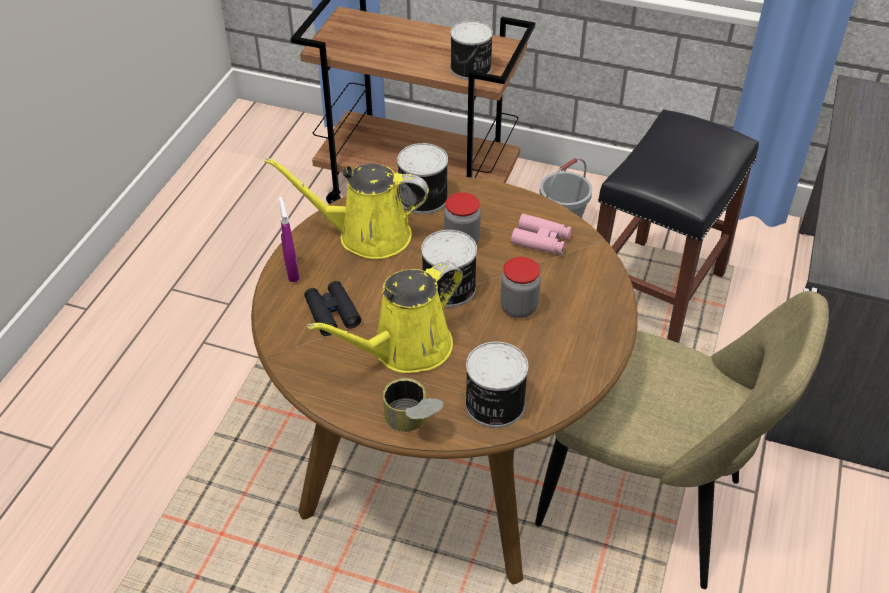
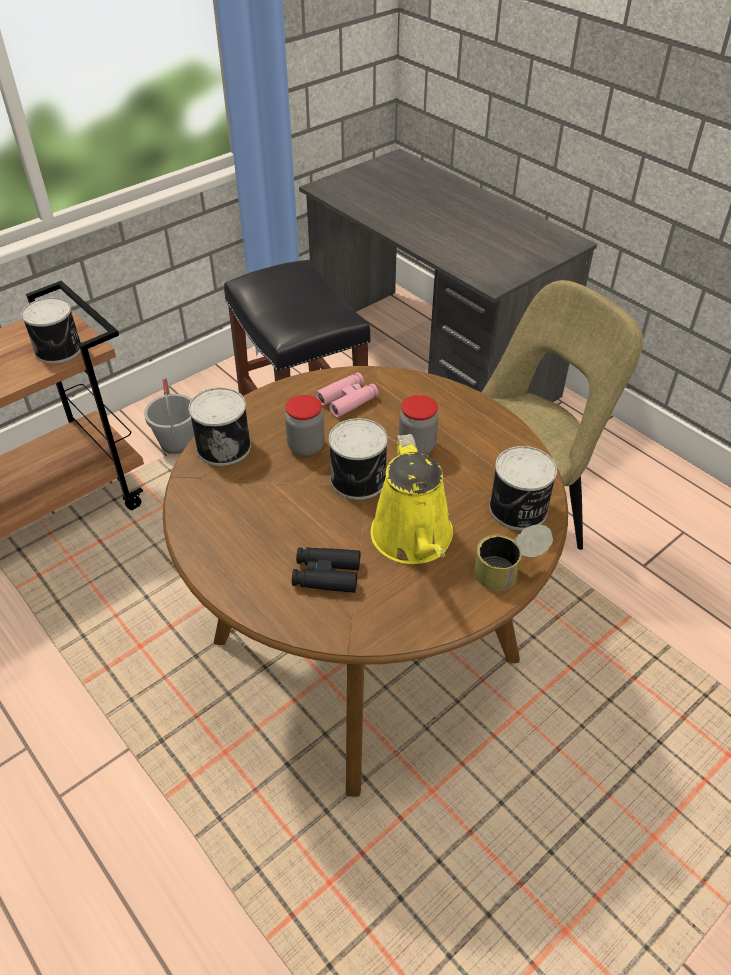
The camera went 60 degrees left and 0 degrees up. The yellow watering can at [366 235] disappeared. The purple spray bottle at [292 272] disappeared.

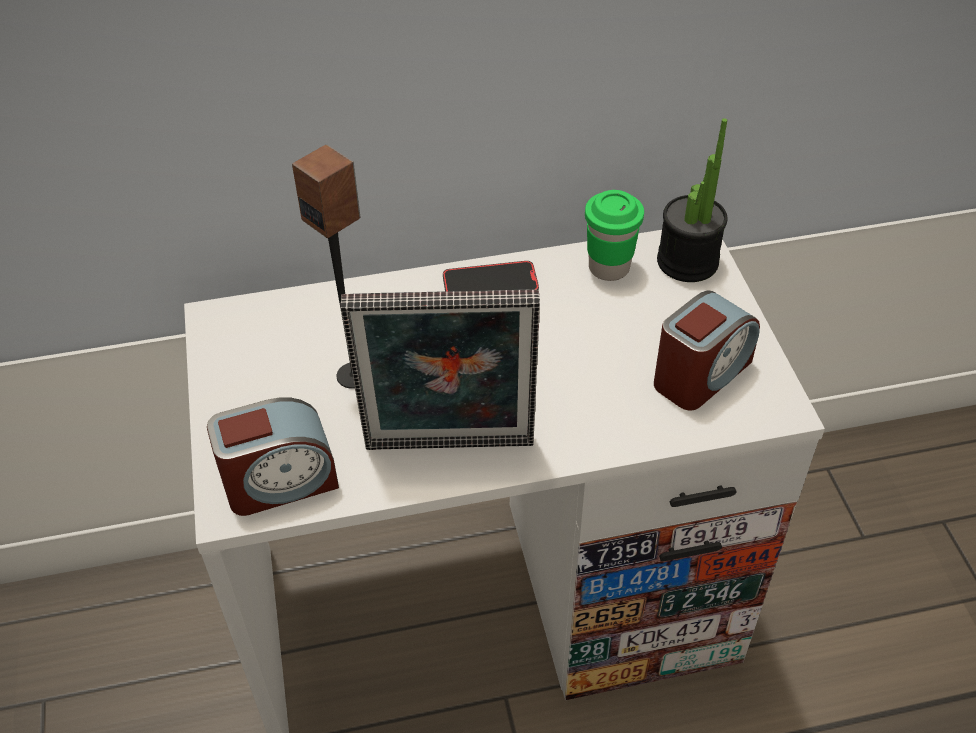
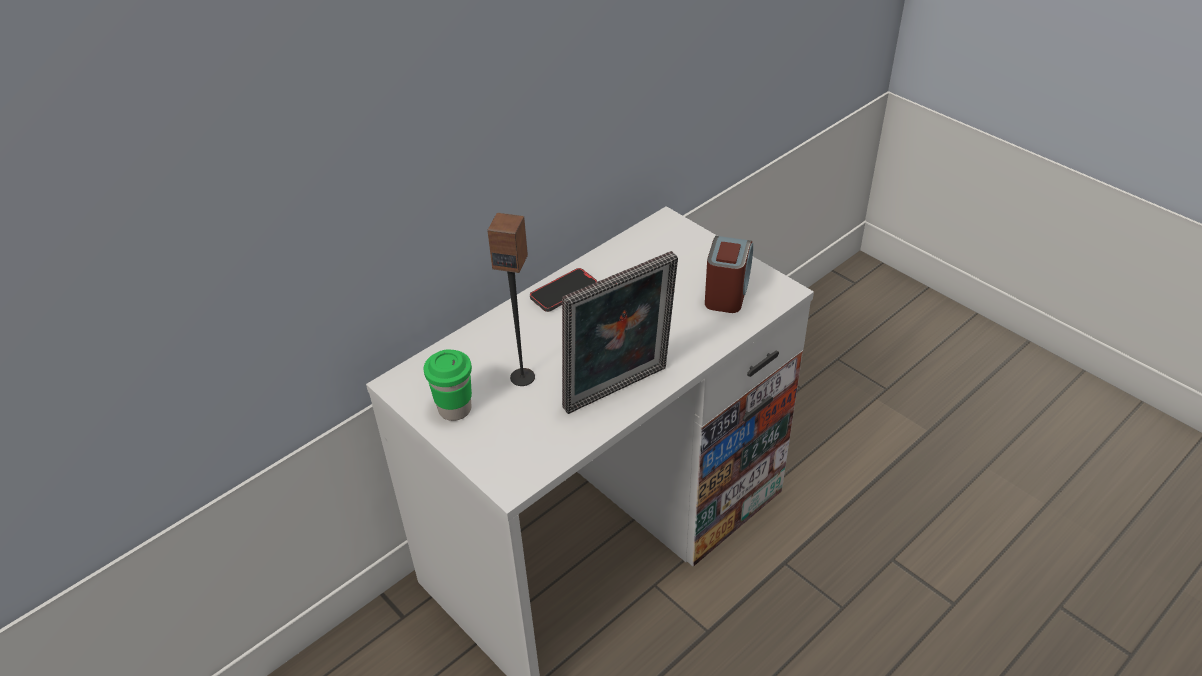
The camera went 30 degrees left and 5 degrees down. The alarm clock at [280 482] disappeared. The green cup moved from [609 268] to [455 409]. The potted plant at [687 262] disappeared.

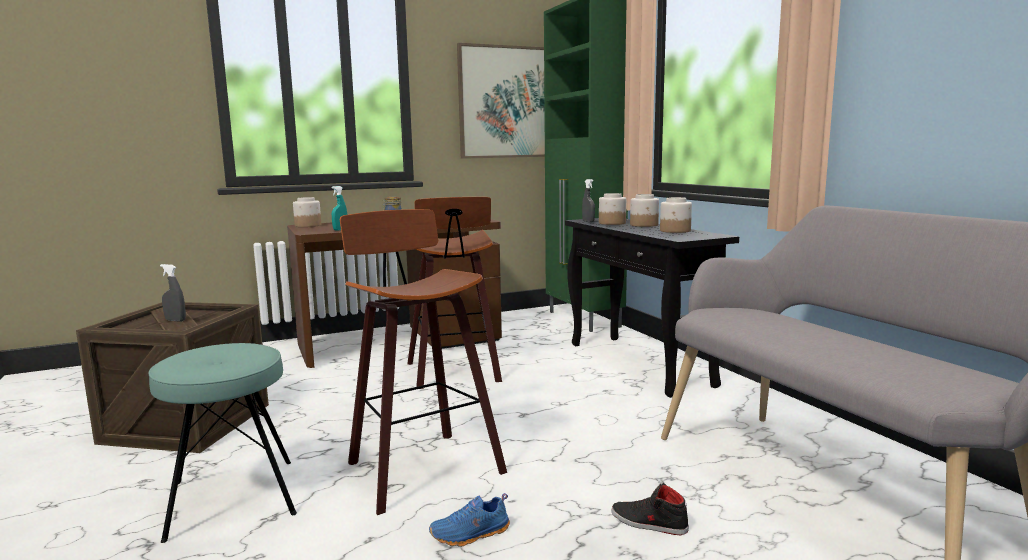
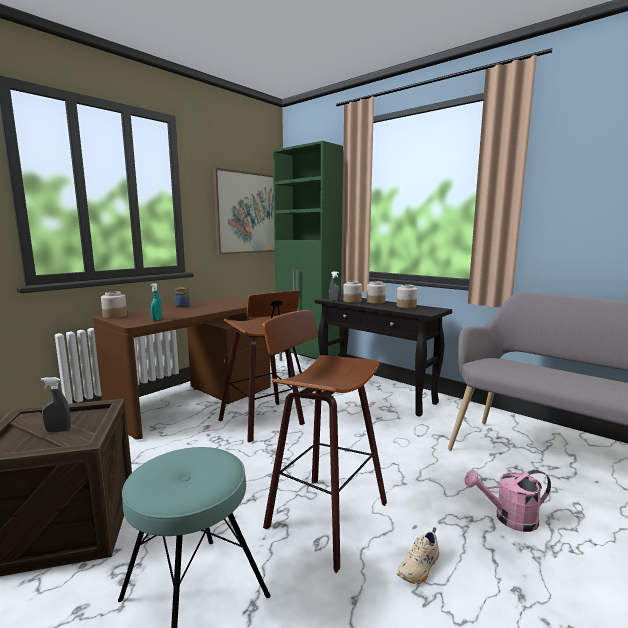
The camera went 25 degrees left and 0 degrees up. The blue shoe at [470 535] became the beige shoe at [420 567]. The black shoe at [648 523] was replaced by the pink watering can at [508 518].

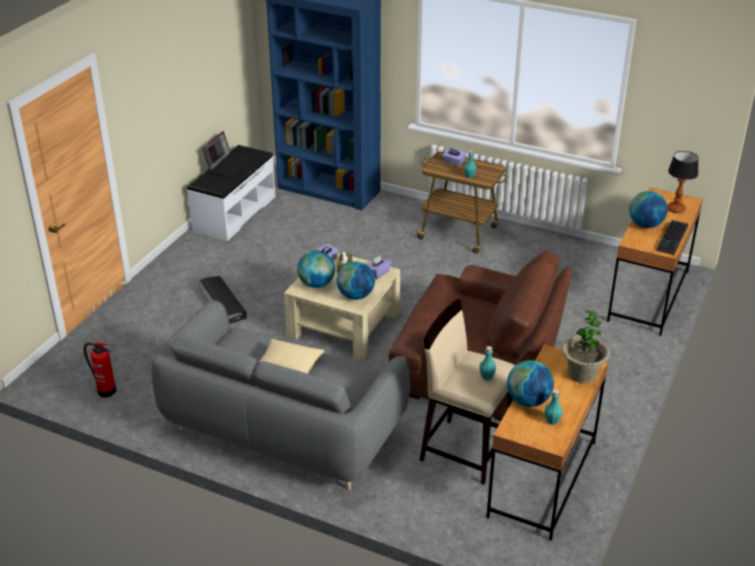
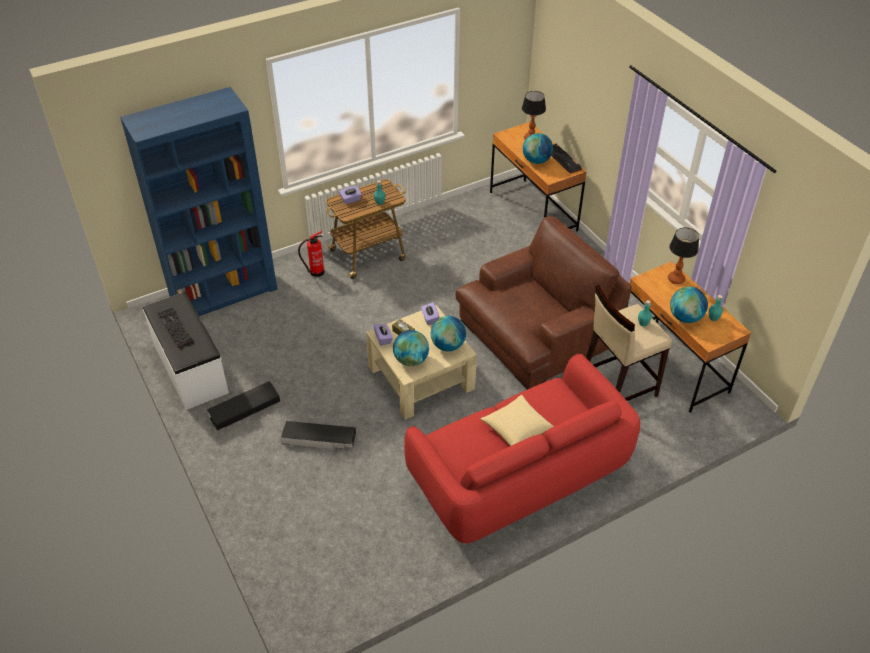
The camera went 55 degrees left and 10 degrees up. The fire extinguisher moved from [105 390] to [315 272]. The grey sofa at [283 430] became the red sofa at [518 477]. The laptop at [229 165] was replaced by the keyboard at [173 328]. The potted plant at [582 374] was replaced by the table lamp at [676 279]. The black storage box at [244 408] appeared.

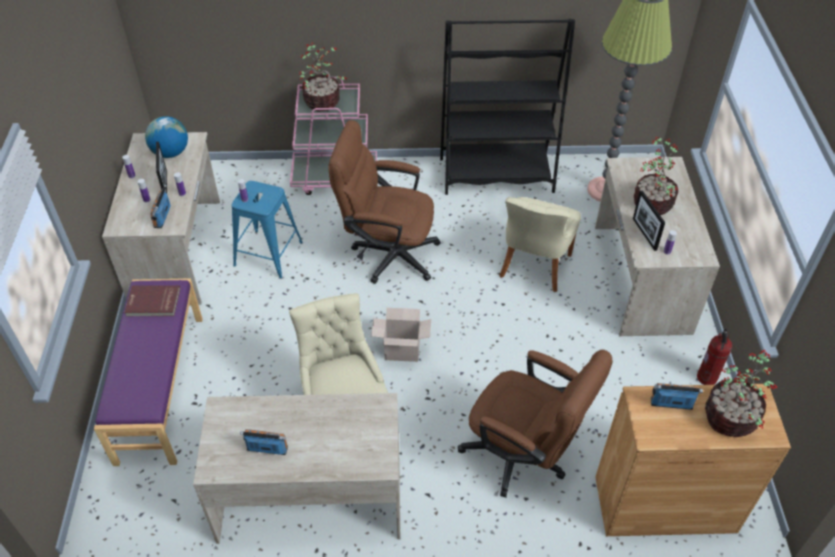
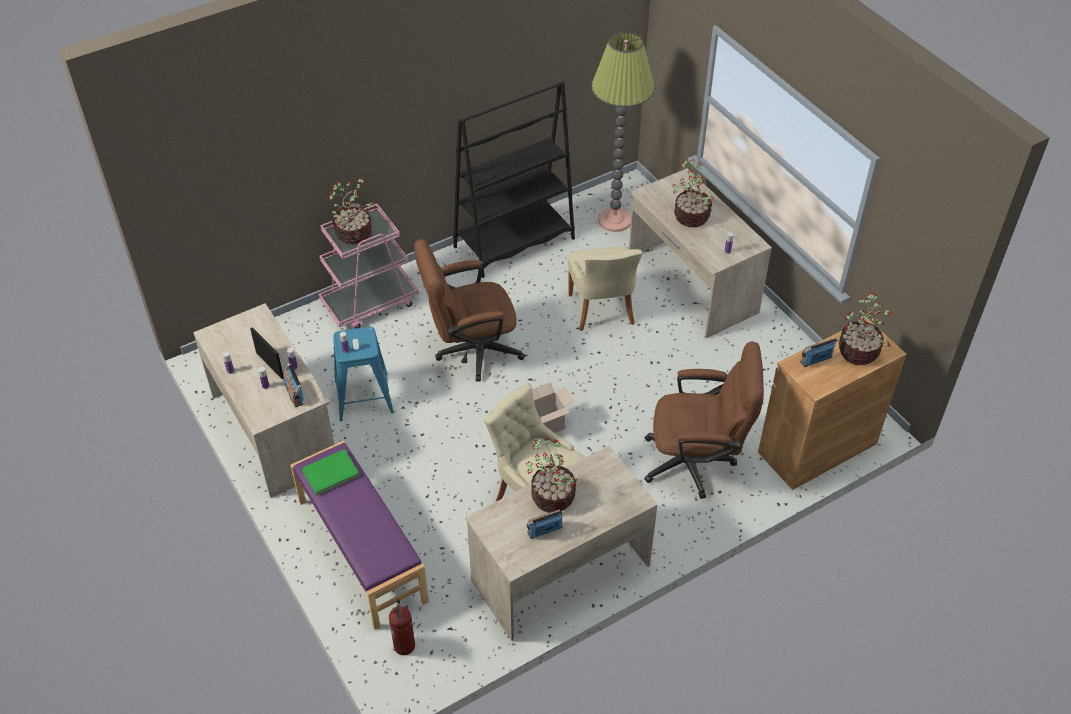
The camera went 30 degrees left and 0 degrees up. The red book at [153 303] became the green book at [331 474]. The globe at [170 153] disappeared. The picture frame at [644 234] disappeared. The fire extinguisher moved from [707 378] to [405 646]. The potted plant at [551 495] appeared.

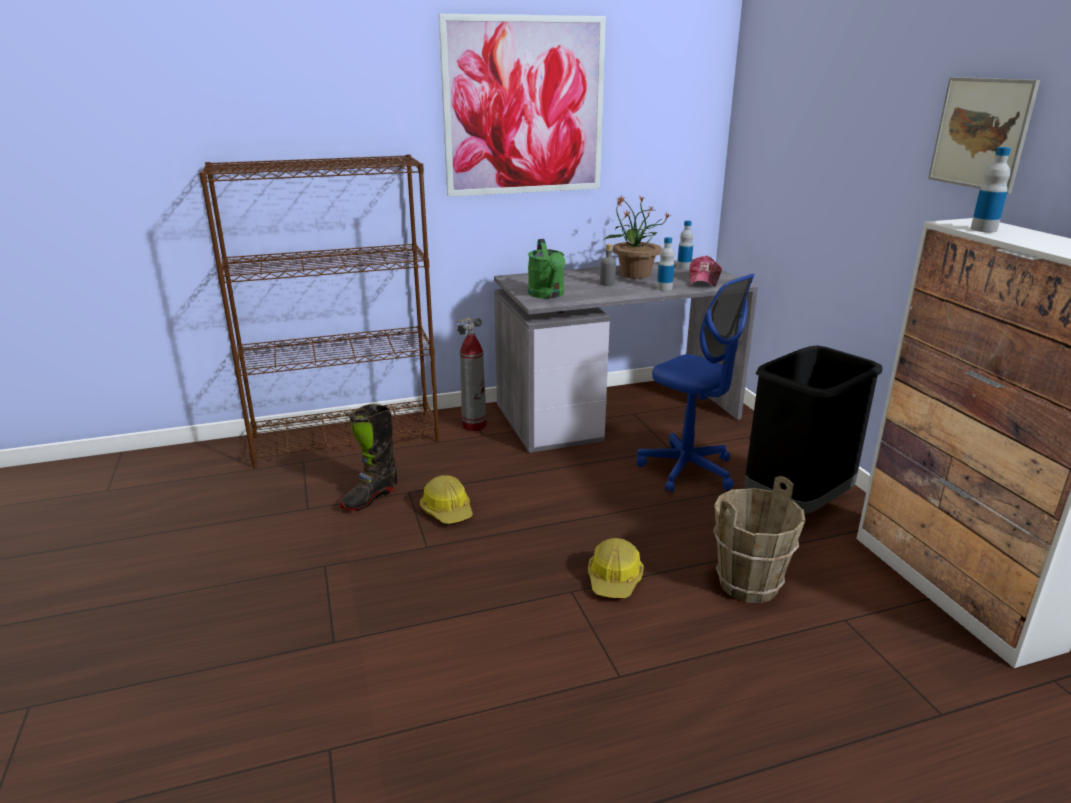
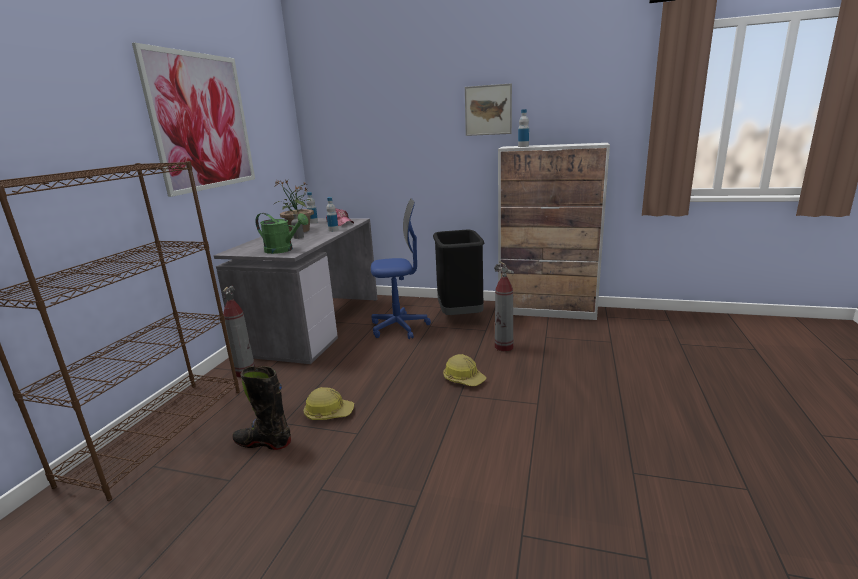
The camera went 55 degrees left and 5 degrees down. The black boot at [370 497] turned 120 degrees clockwise. The brown bucket at [749 585] was replaced by the fire extinguisher at [504 347].

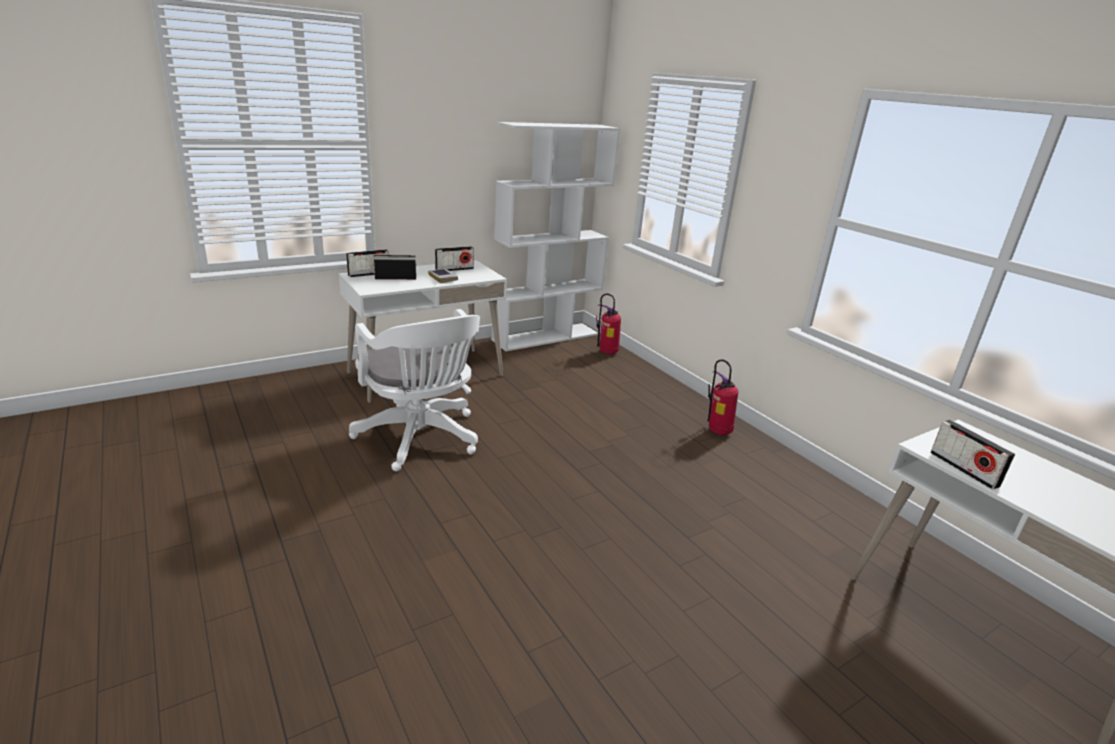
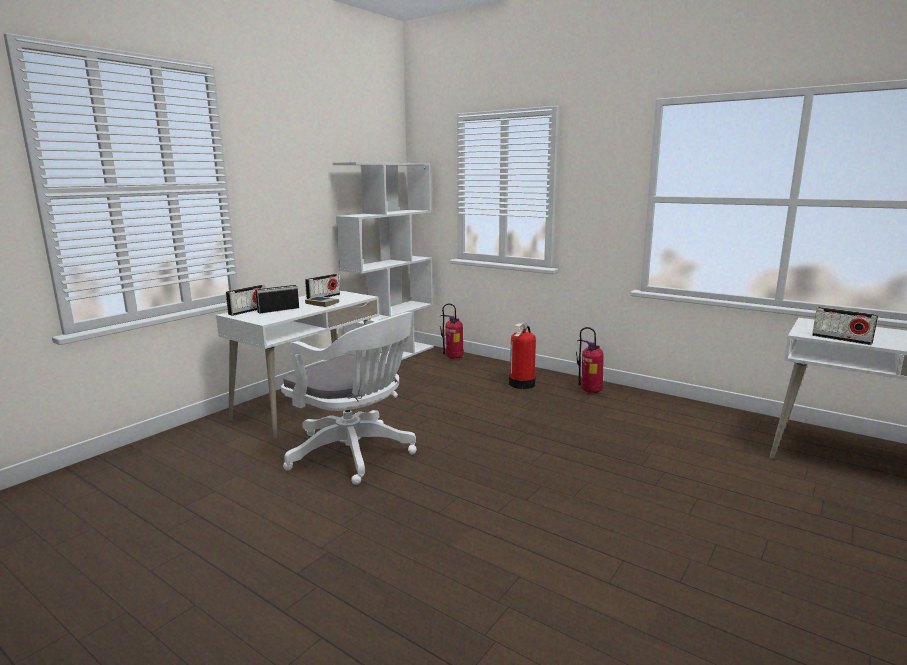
The camera went 20 degrees left and 10 degrees down. The fire extinguisher at [522 384] appeared.

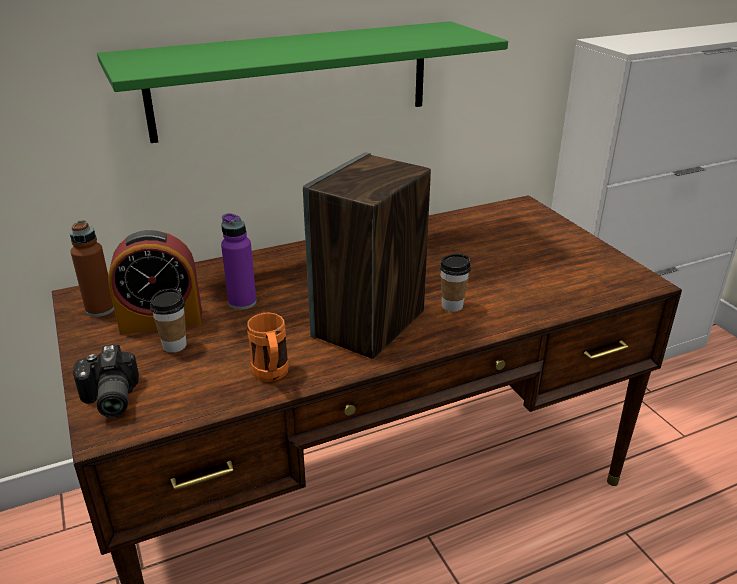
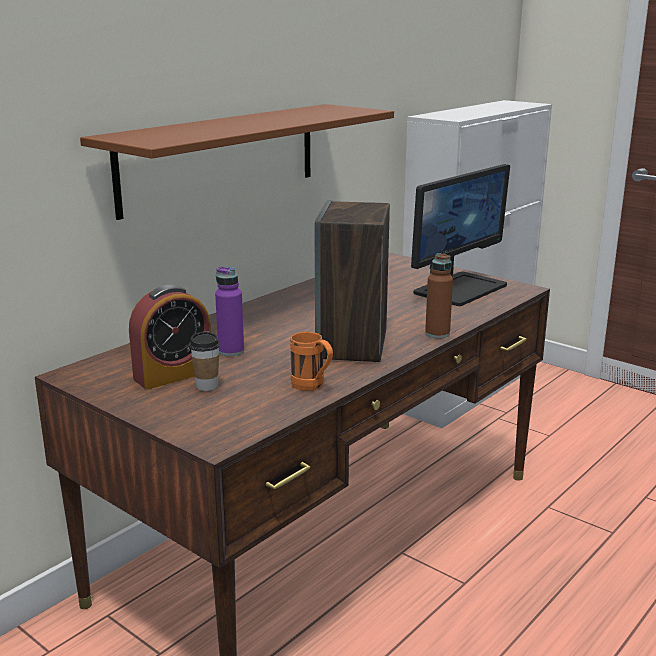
The camera went 25 degrees left and 10 degrees down. The brown bottle moved from [100 309] to [437 334]. The photo camera at [108 399] disappeared. The green shelf at [293 80] became the brown shelf at [221 157]. The cup at [452 306] disappeared. The monitor at [459 288] appeared.

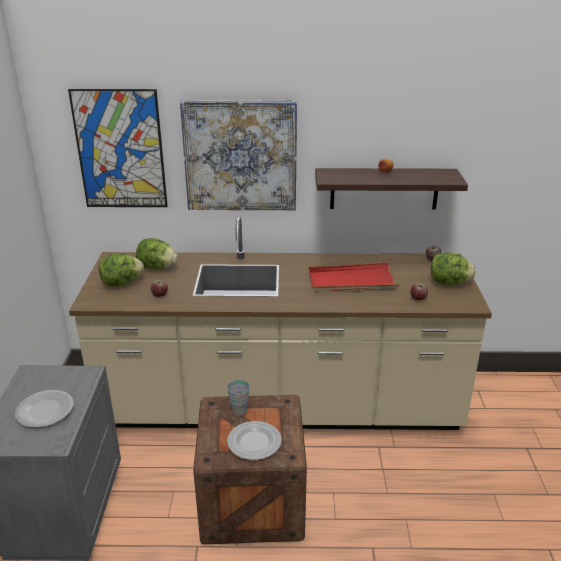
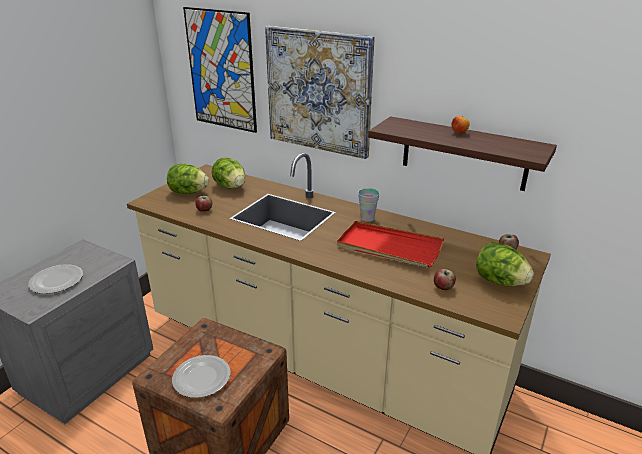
The camera went 30 degrees right and 0 degrees up. The cup moved from [239 411] to [367 218].

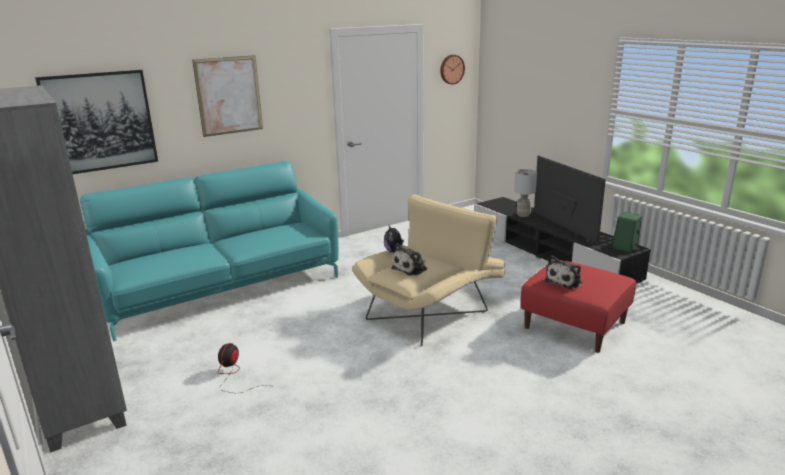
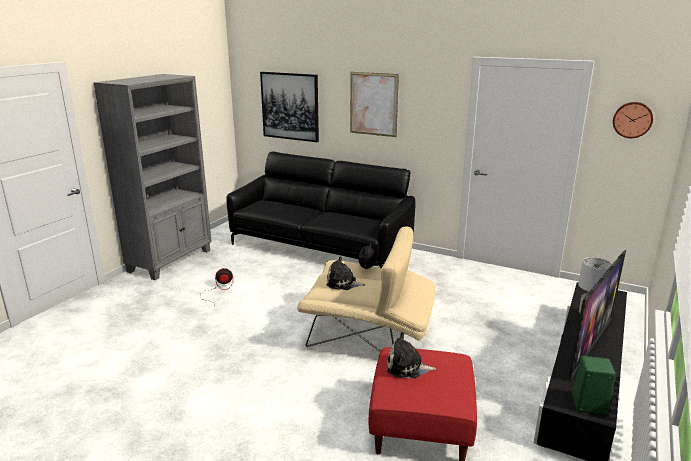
The camera went 60 degrees right and 0 degrees up. The turquoise sofa at [221 288] became the black sofa at [320 247].

